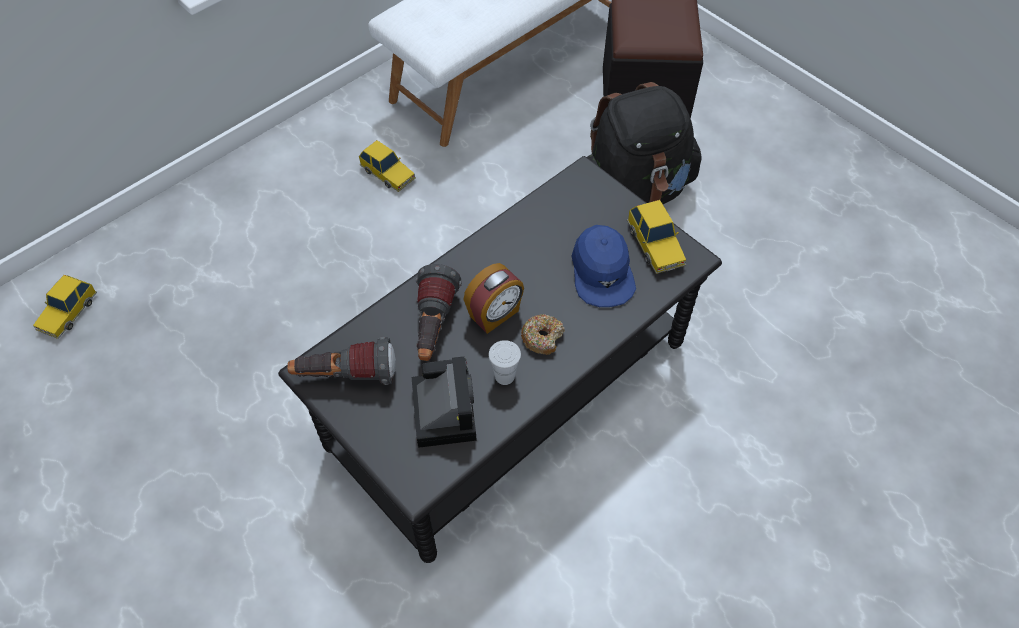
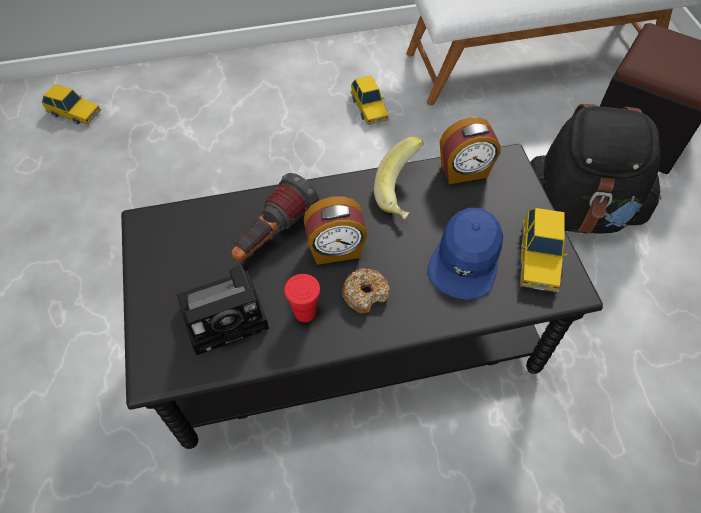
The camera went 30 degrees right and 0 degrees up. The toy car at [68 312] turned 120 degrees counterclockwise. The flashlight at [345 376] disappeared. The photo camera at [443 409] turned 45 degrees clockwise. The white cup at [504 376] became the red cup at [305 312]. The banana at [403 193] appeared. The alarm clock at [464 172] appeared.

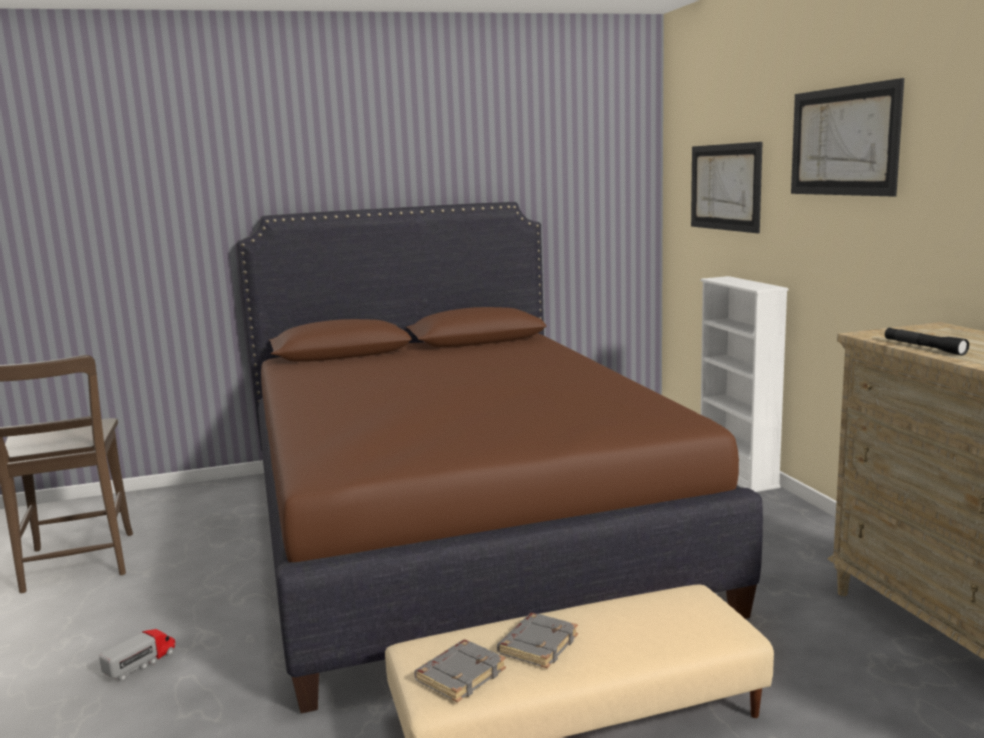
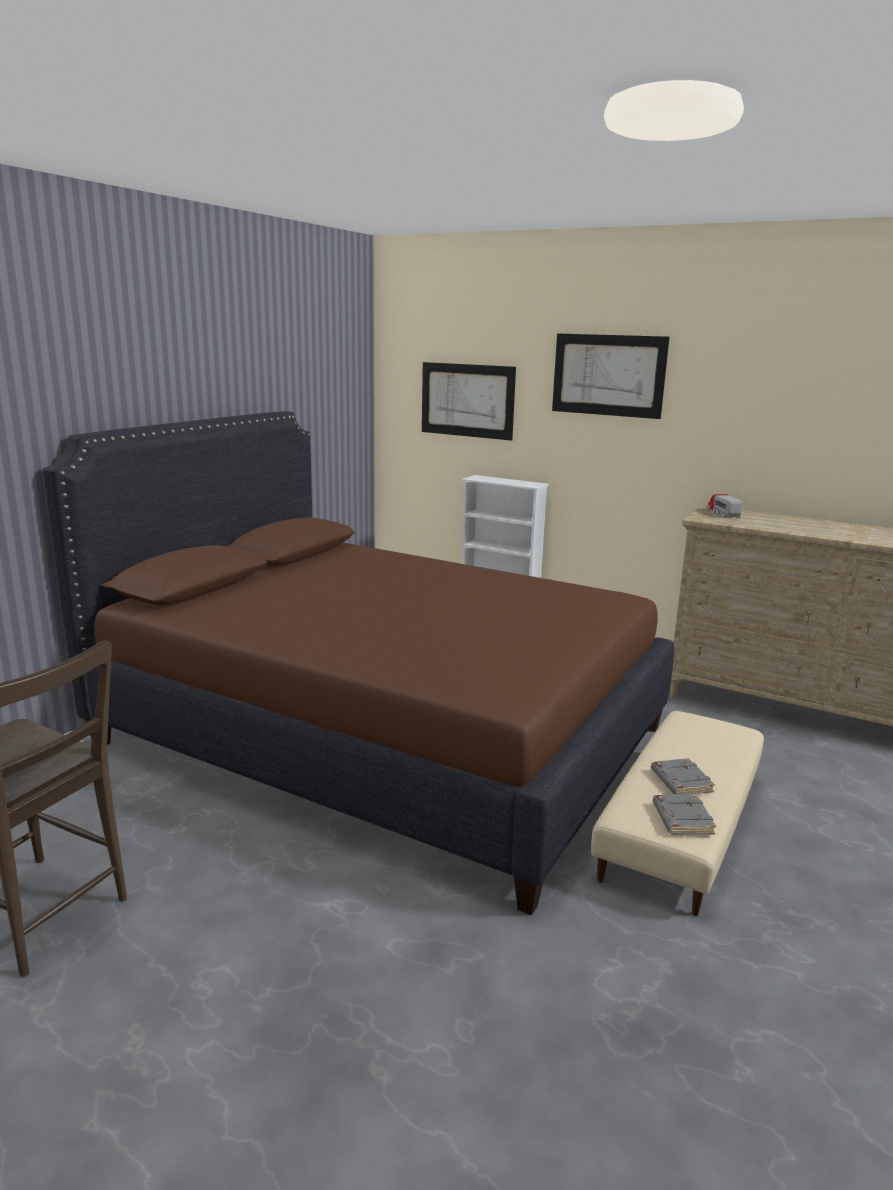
The camera went 45 degrees left and 5 degrees up. The toy truck moved from [141 664] to [722 513]. The black flashlight at [923 347] disappeared.

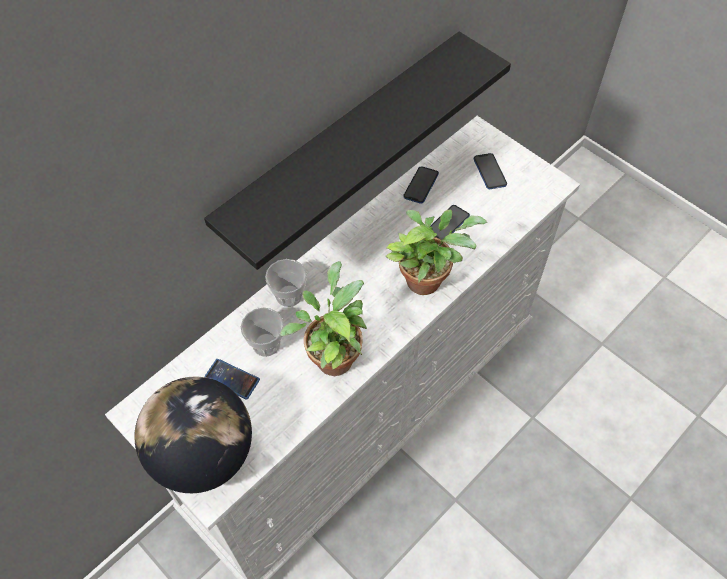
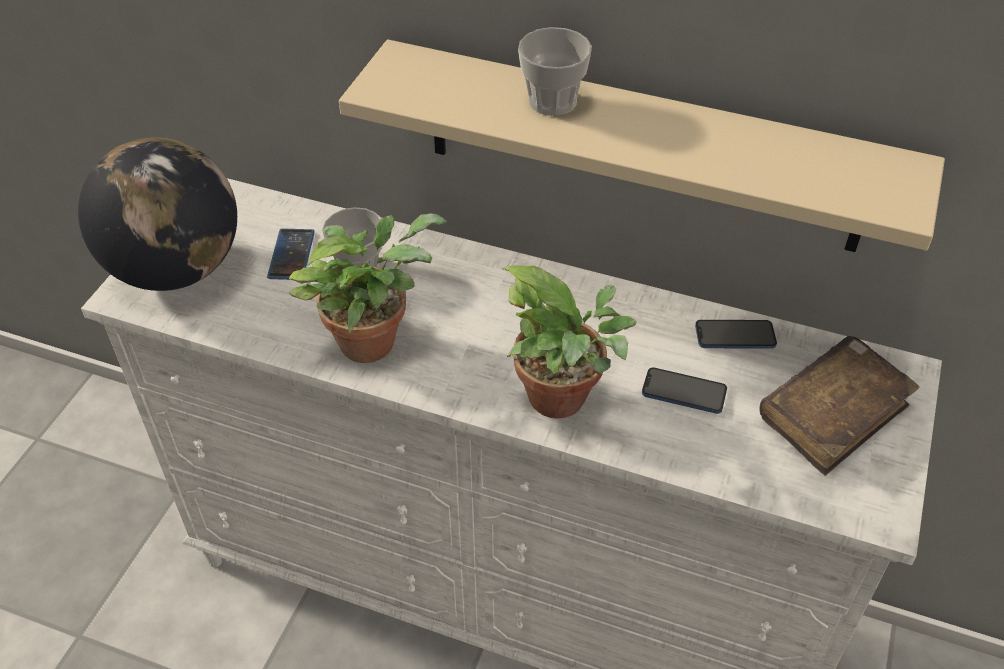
The camera went 65 degrees right and 10 degrees down. The black shelf at [343 145] became the beige shelf at [642 148]. The cup moved from [289 295] to [552 101]. The phone at [489 172] was replaced by the brown book at [833 414].

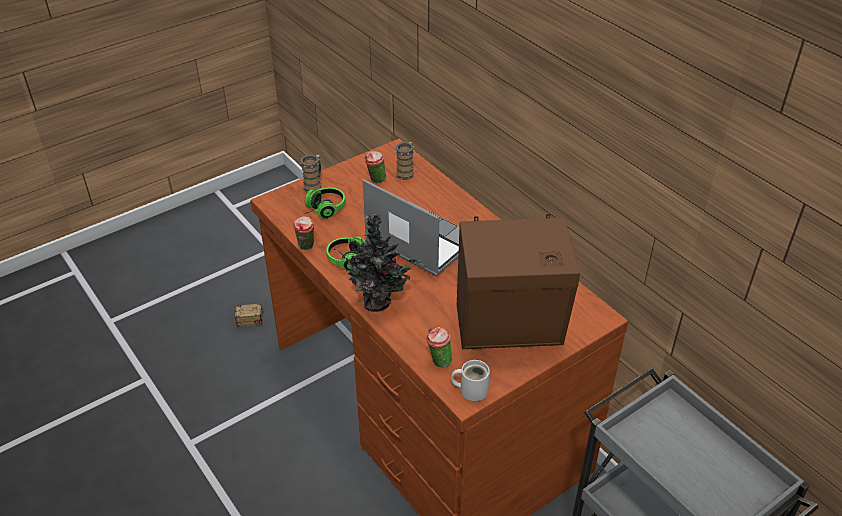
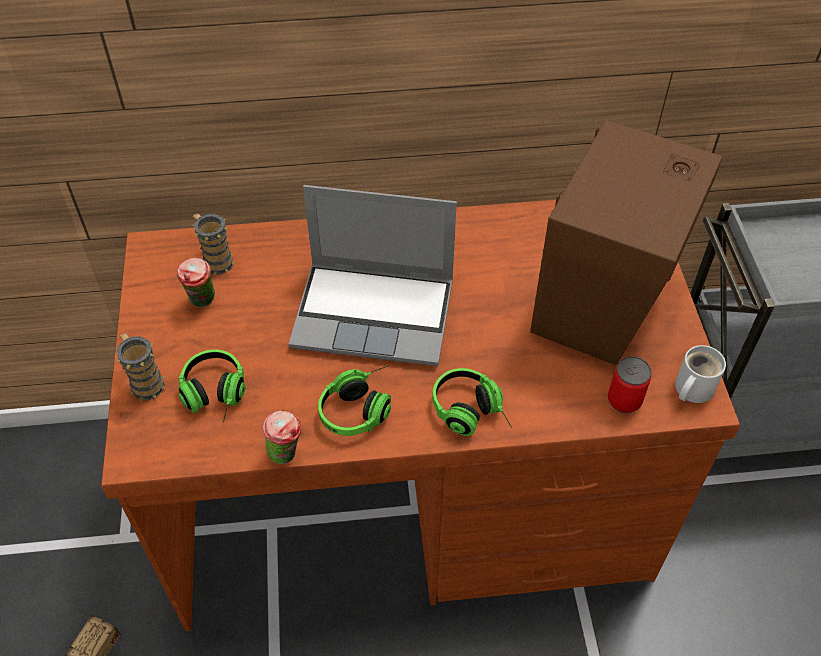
The camera went 60 degrees left and 10 degrees up. The potted plant at [379 302] was replaced by the headphones at [471 414]. The laptop at [419 241] turned 150 degrees counterclockwise. The cup at [438 361] was replaced by the can at [624 400].

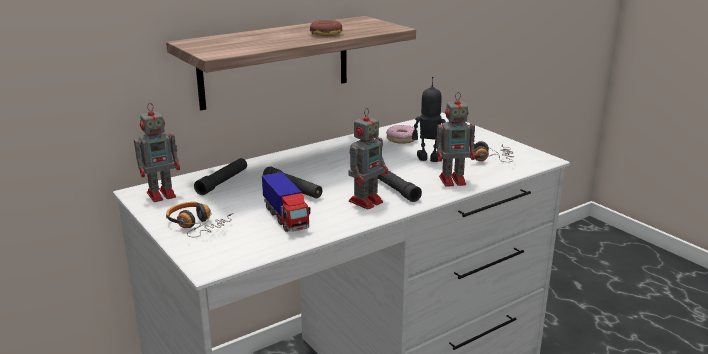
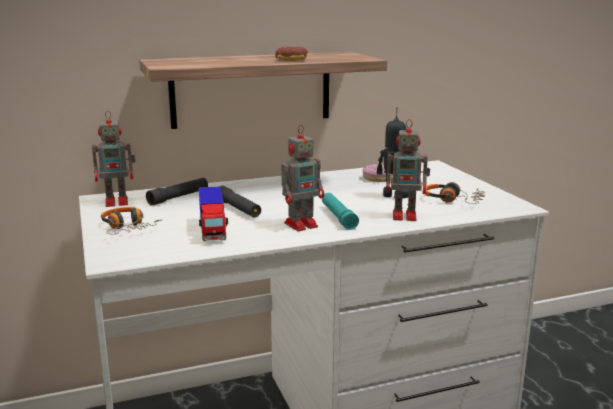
The camera went 15 degrees right and 5 degrees down. The black flashlight at [394 188] became the turquoise flashlight at [338 217].

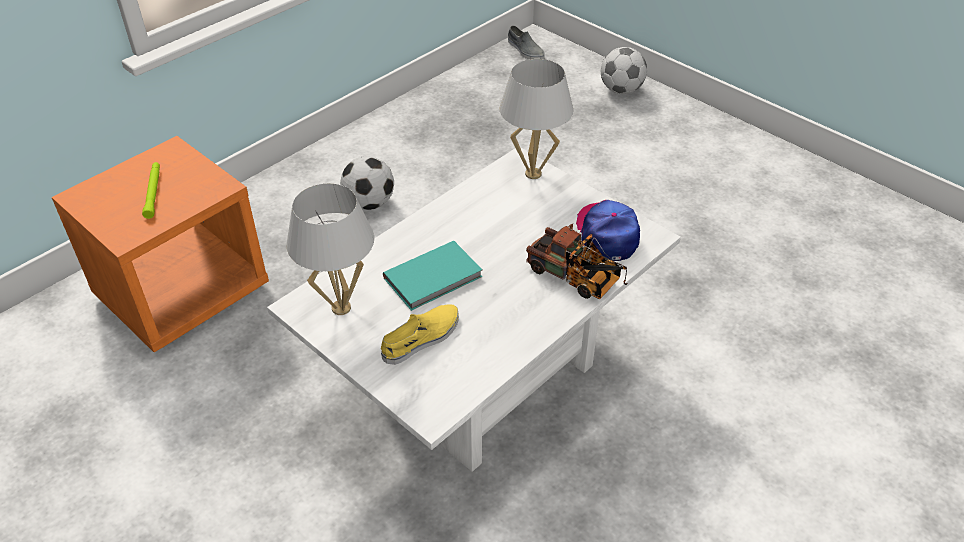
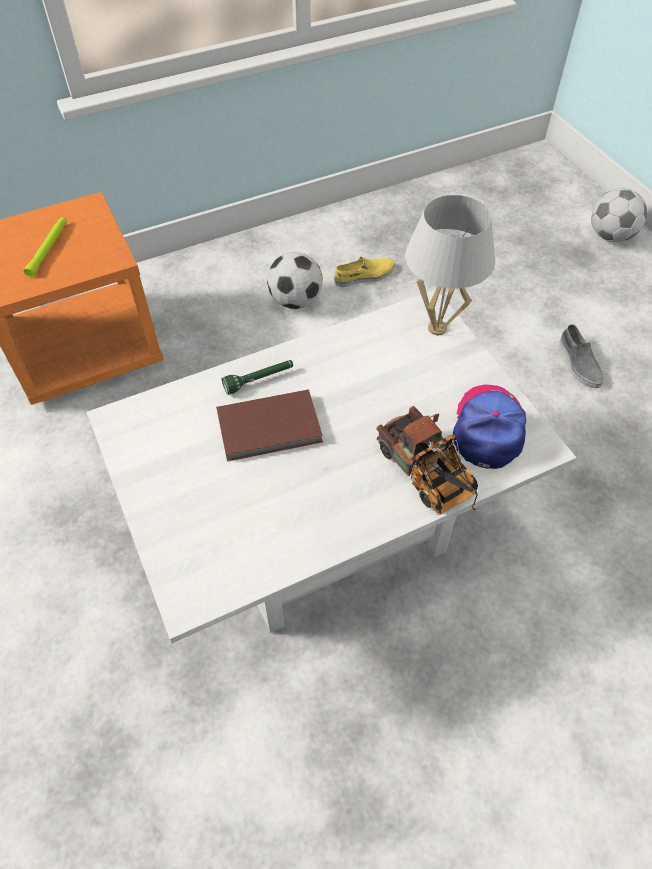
The camera went 20 degrees right and 10 degrees up. The white table lamp at [341 308] disappeared. The yellow shoe moved from [422 338] to [364 276]. The turquoise book at [435 278] became the brown book at [271 428]. The grey shoe moved from [525 50] to [578 363]. The green flashlight at [259 380] appeared.

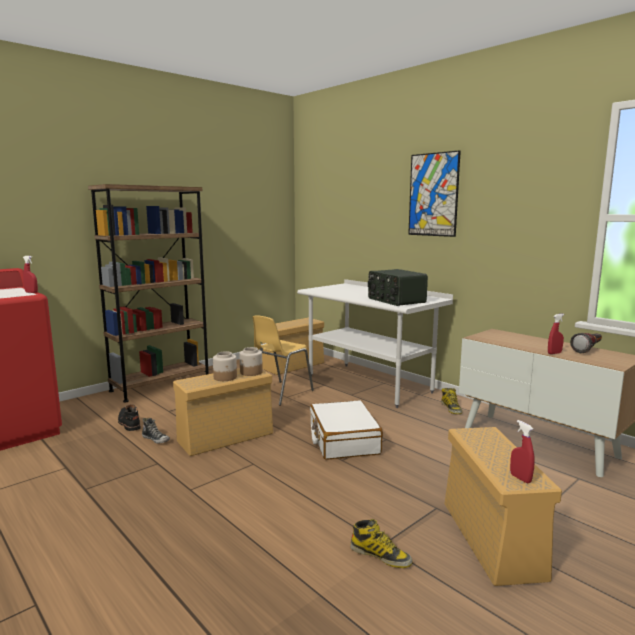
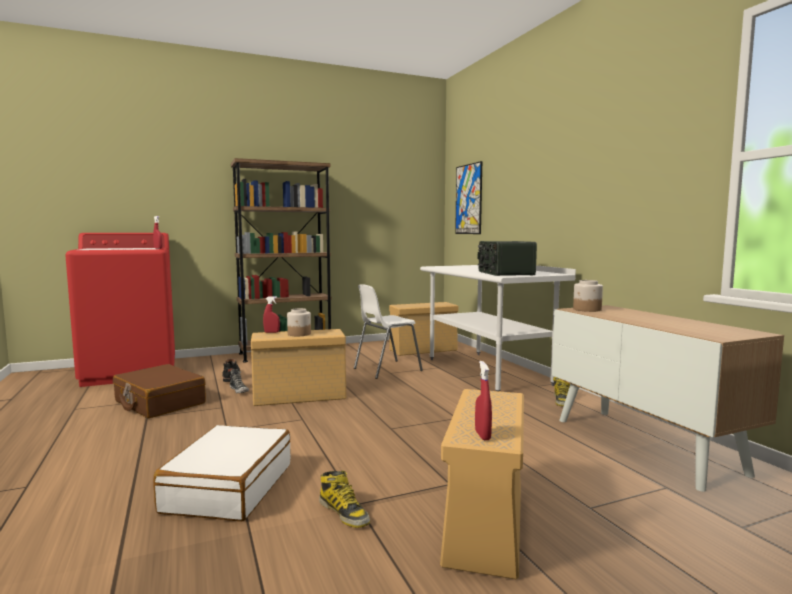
The camera went 20 degrees right and 5 degrees down. The jar moved from [251 372] to [587 309]. The yellow chair at [280 393] became the white chair at [386 369]. The white suitcase moved from [343 440] to [228 487]. The picture moved from [433 194] to [468 199]. The red spray bottle moved from [554 353] to [271 332]. The flashlight at [588 350] disappeared. The brown suitcase at [159 402] appeared.

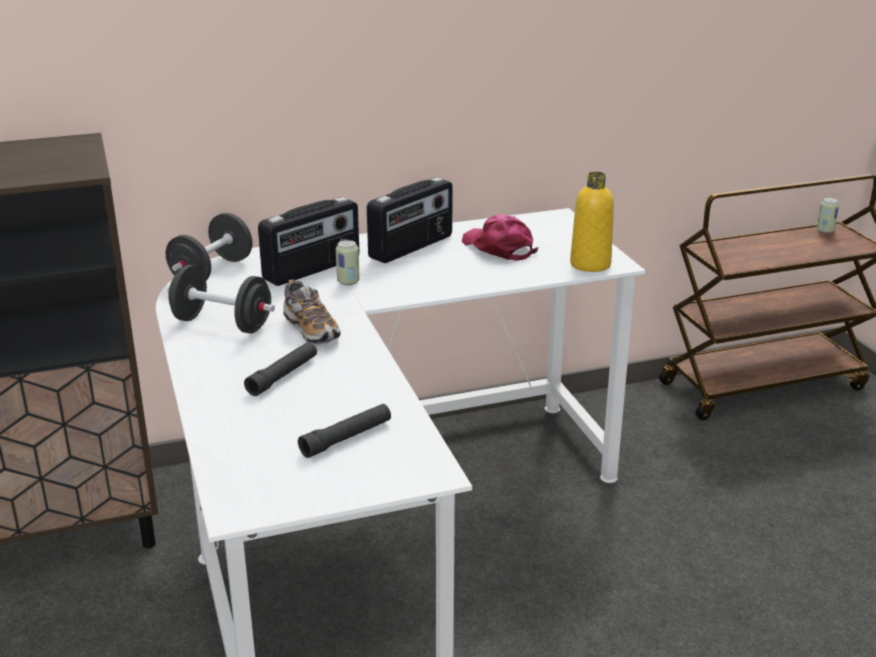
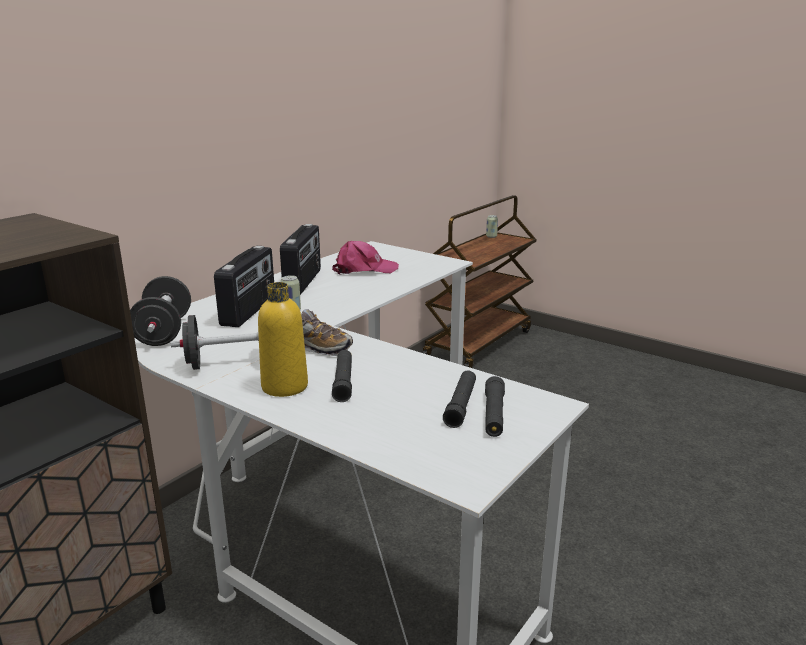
The camera went 35 degrees left and 5 degrees down. The pink cap at [498 247] turned 150 degrees clockwise. The yellow bottle moved from [590 264] to [284 386]. The black flashlight at [494 414] appeared.

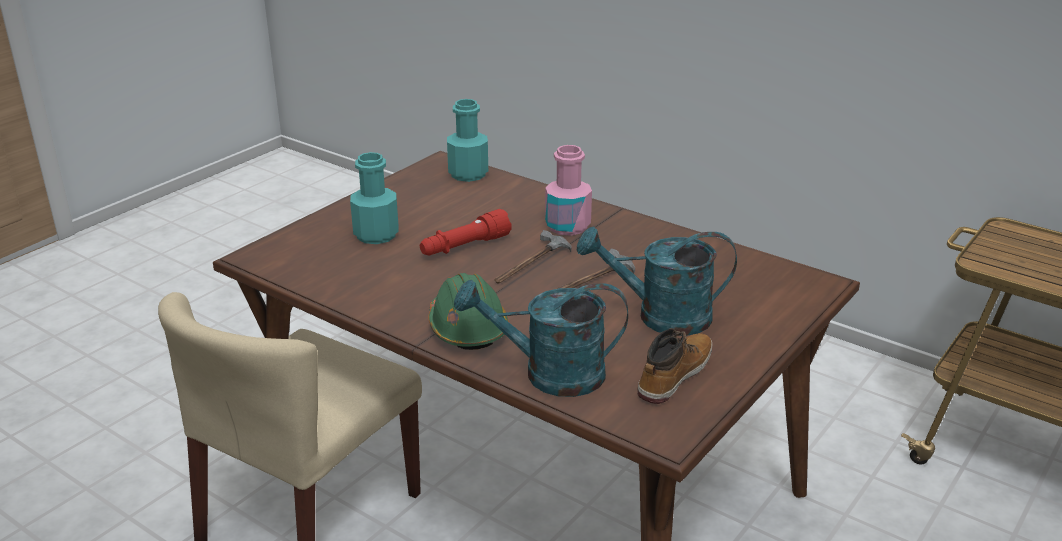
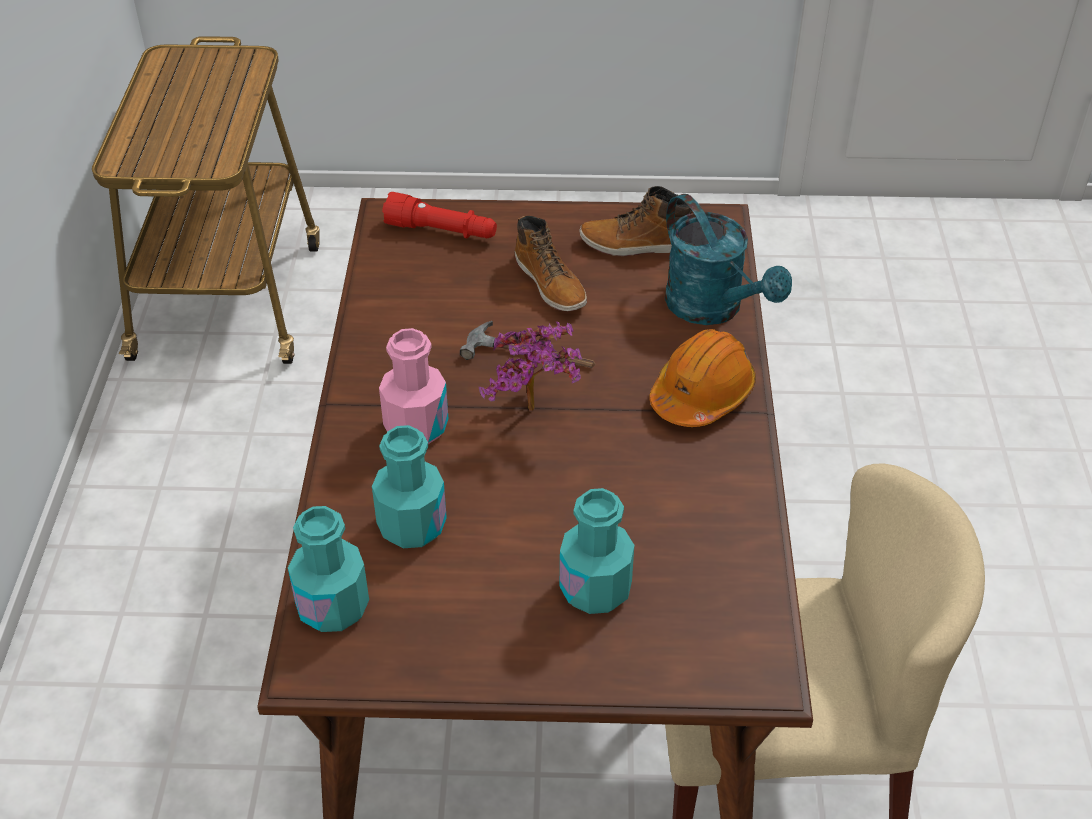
The camera went 125 degrees left and 15 degrees up. The red flashlight moved from [464 247] to [441 231]. The green hard hat at [467 328] became the orange hard hat at [702 394]. The hammer at [530 264] was replaced by the potted plant at [535 413]. The turquoise watering can at [660 317] was replaced by the boot at [551 284]. The turquoise bottle at [412 526] appeared.

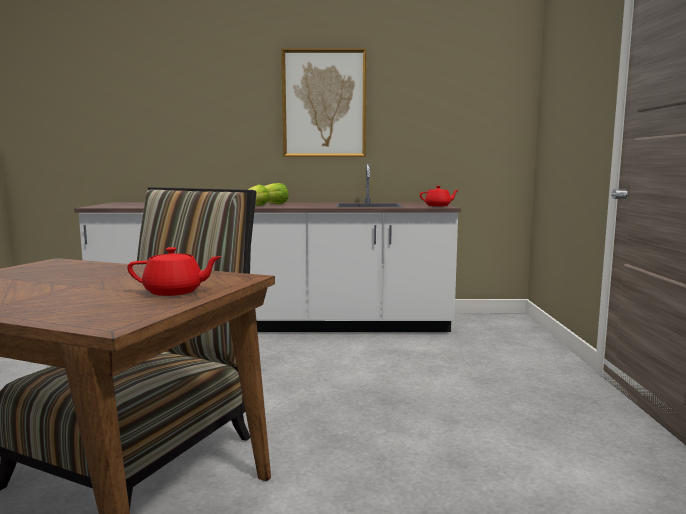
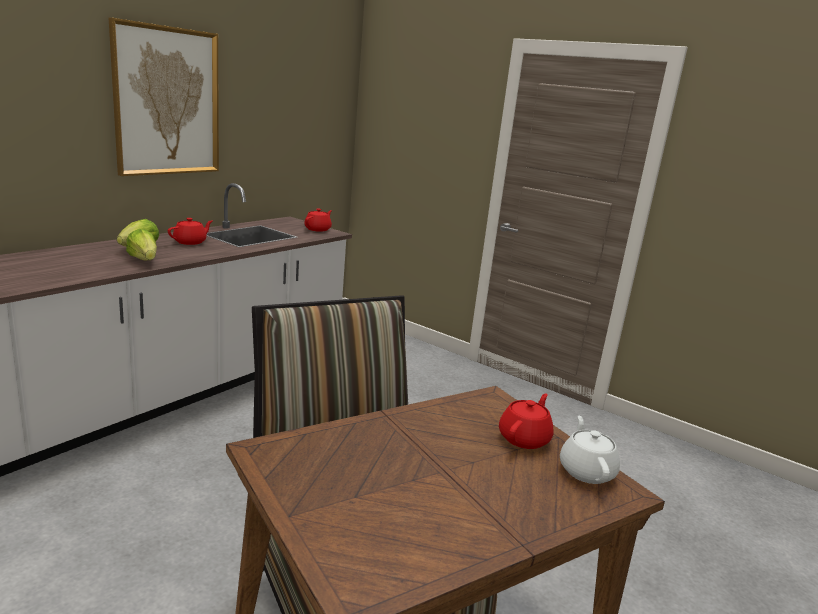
The camera went 55 degrees left and 10 degrees up. The red teapot at [190 242] appeared. The white teapot at [586 471] appeared.

